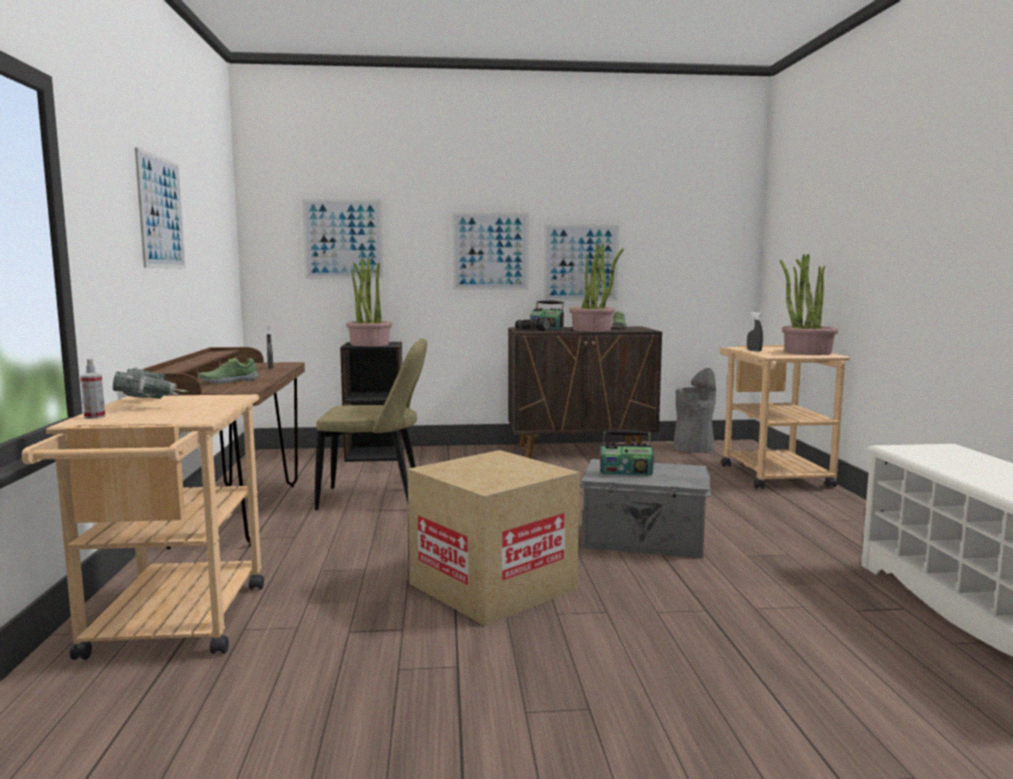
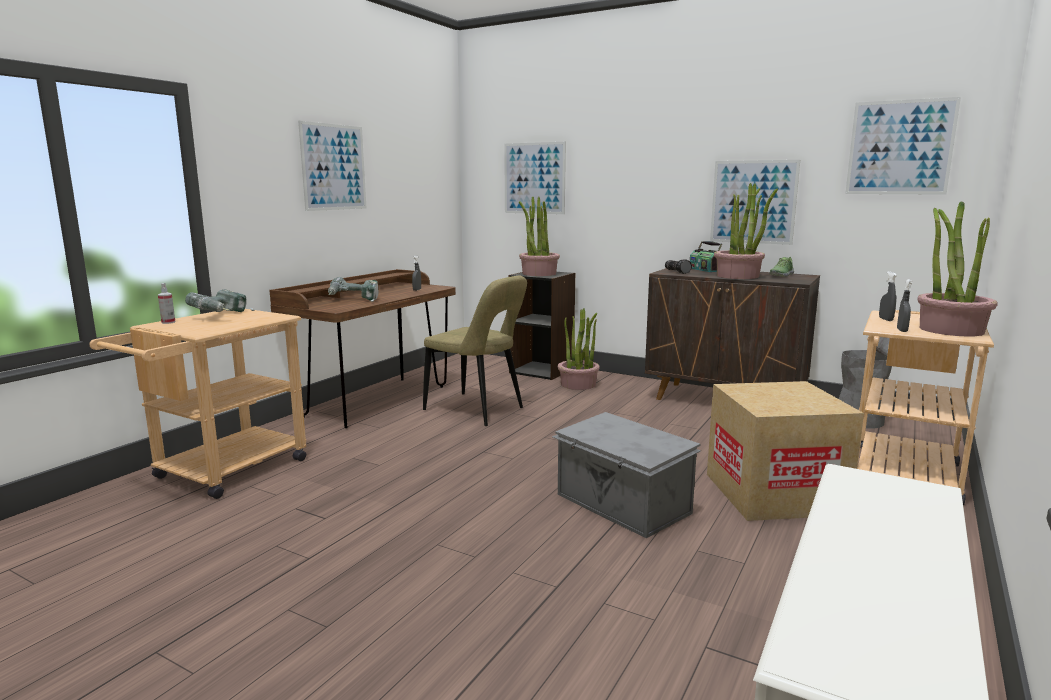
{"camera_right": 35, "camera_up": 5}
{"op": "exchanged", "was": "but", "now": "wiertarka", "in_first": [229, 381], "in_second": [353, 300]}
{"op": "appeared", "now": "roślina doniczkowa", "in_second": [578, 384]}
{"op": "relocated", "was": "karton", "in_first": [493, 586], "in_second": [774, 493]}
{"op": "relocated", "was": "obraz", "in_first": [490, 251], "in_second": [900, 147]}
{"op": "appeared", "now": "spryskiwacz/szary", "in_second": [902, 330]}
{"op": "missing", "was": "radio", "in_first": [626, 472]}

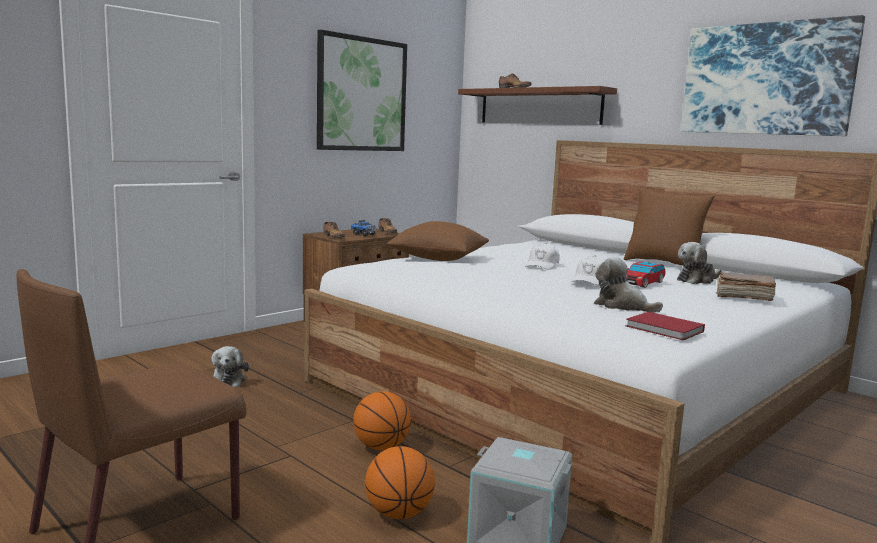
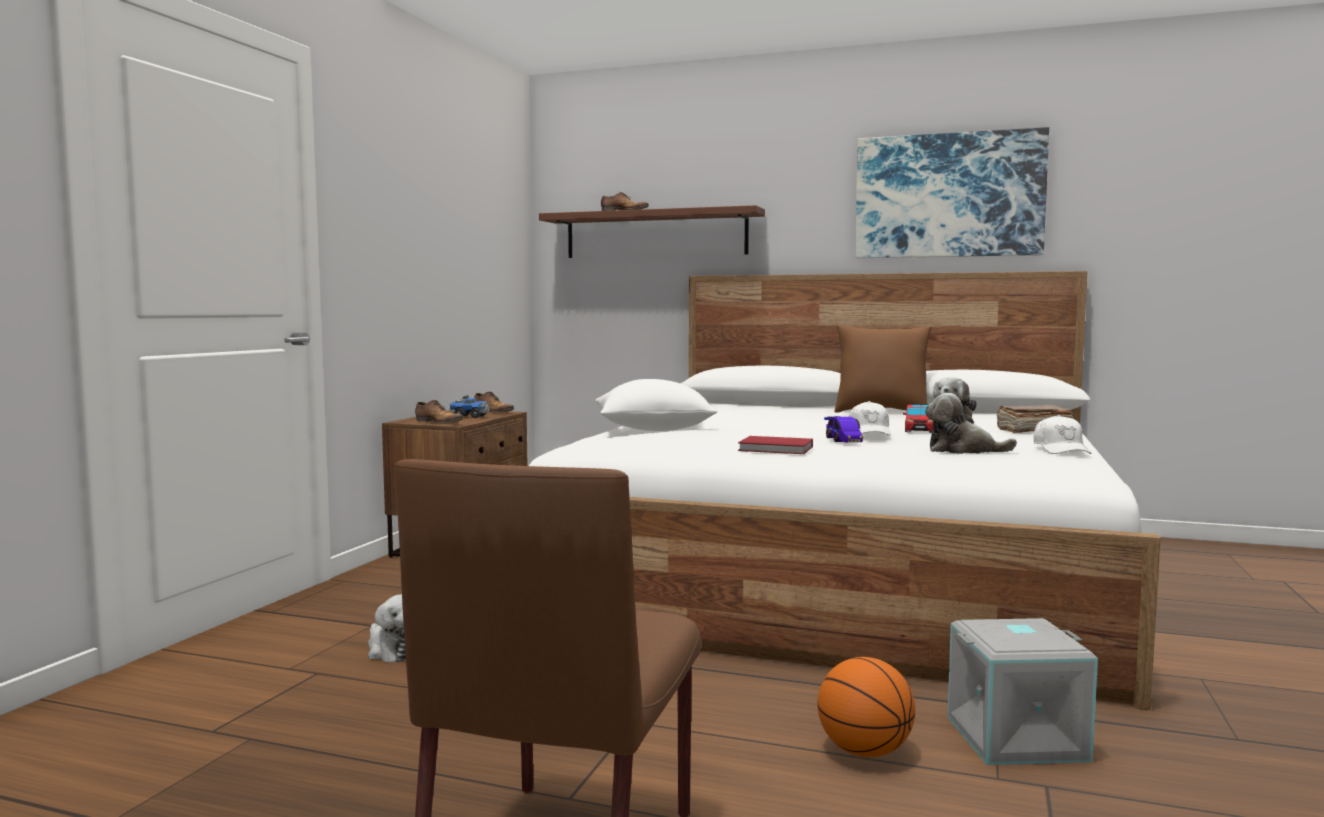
{"camera_right": -25, "camera_up": -5}
{"op": "colour", "was": "poduszka/brązowy", "now": "poduszka/biały", "in_first": [438, 259], "in_second": [653, 430]}
{"op": "relocated", "was": "książka/czerwony", "in_first": [665, 329], "in_second": [777, 449]}
{"op": "appeared", "now": "samochodzik", "in_second": [843, 440]}
{"op": "relocated", "was": "czapka z daszkiem/biały", "in_first": [542, 265], "in_second": [1061, 450]}
{"op": "missing", "was": "obraz", "in_first": [362, 94]}
{"op": "missing", "was": "piłka do koszykówki", "in_first": [381, 447]}

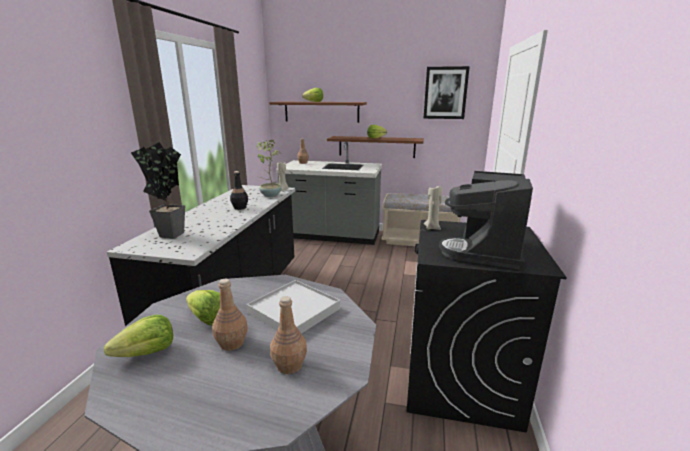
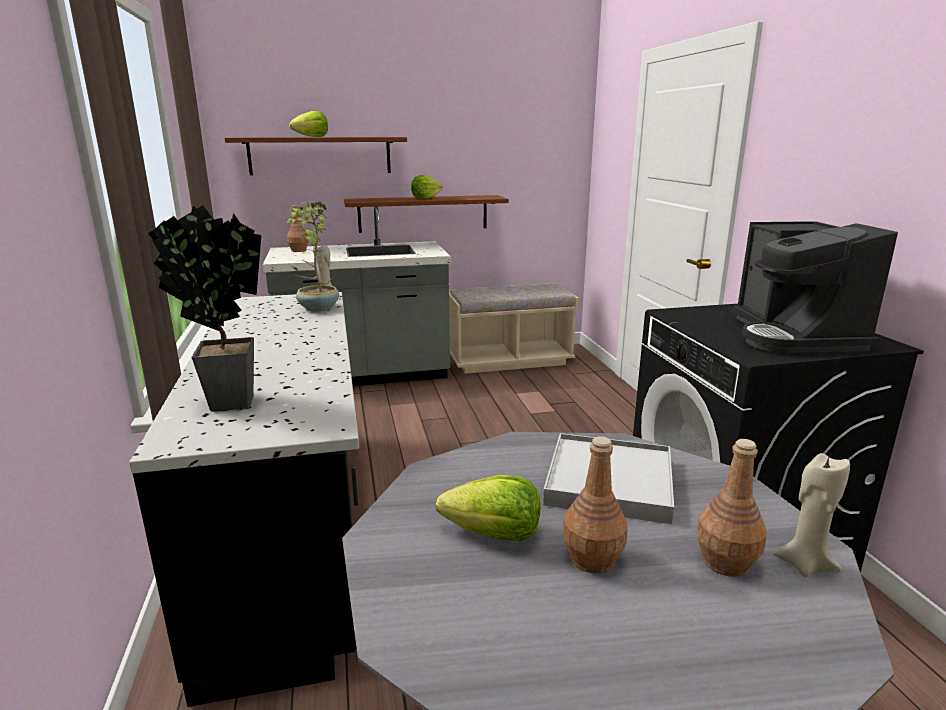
{"camera_right": -25, "camera_up": 0}
{"op": "relocated", "was": "świeca/beżowy", "in_first": [432, 228], "in_second": [804, 564]}
{"op": "missing", "was": "sałata", "in_first": [147, 353]}
{"op": "missing", "was": "butelka/czarny", "in_first": [240, 207]}
{"op": "missing", "was": "obraz", "in_first": [445, 93]}

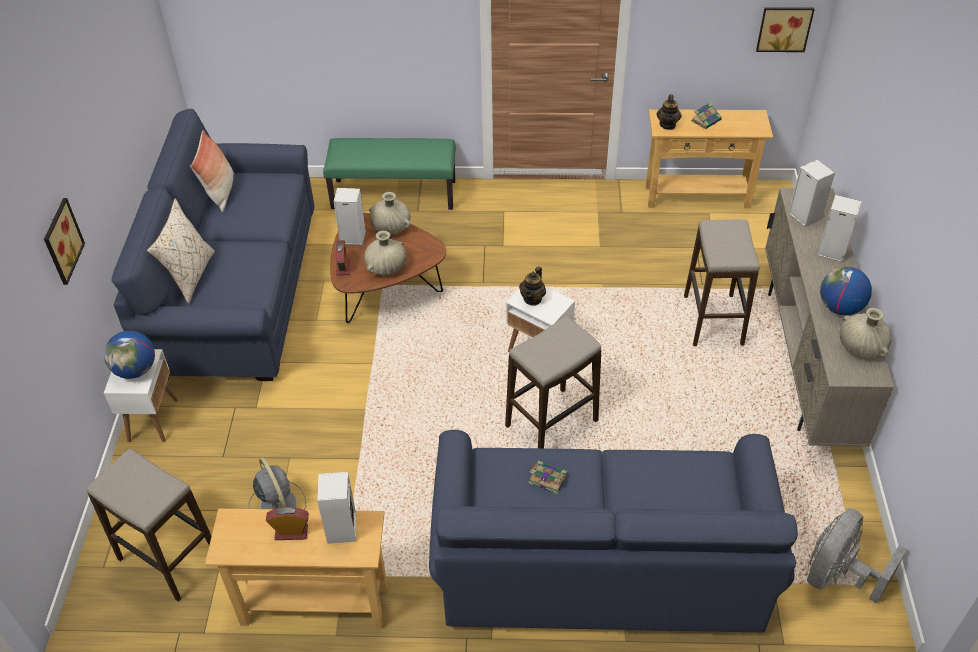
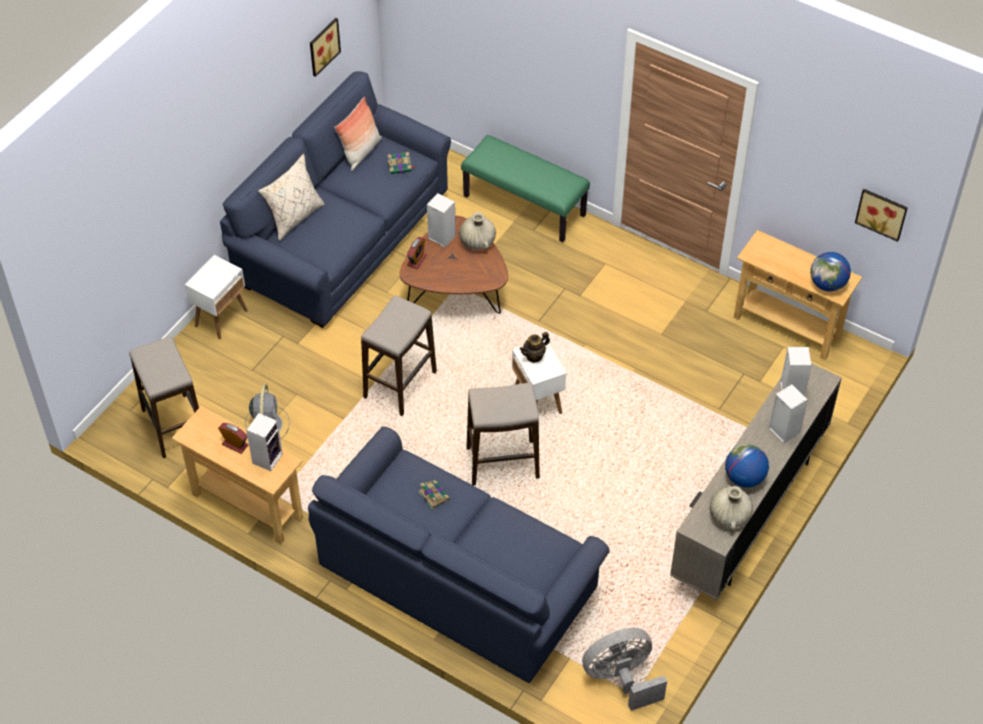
{"camera_right": 30, "camera_up": 5}
{"op": "relocated", "was": "obraz", "in_first": [60, 241], "in_second": [322, 46]}
{"op": "relocated", "was": "stołek", "in_first": [713, 320], "in_second": [400, 385]}
{"op": "relocated", "was": "książka", "in_first": [706, 120], "in_second": [400, 166]}
{"op": "relocated", "was": "globus", "in_first": [136, 370], "in_second": [827, 284]}
{"op": "missing", "was": "wazon/beżowy", "in_first": [386, 267]}
{"op": "missing", "was": "imbryk", "in_first": [667, 125]}

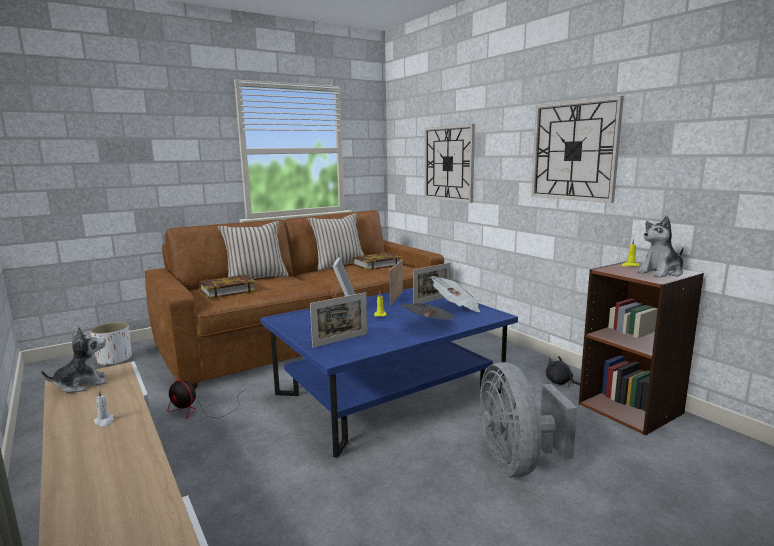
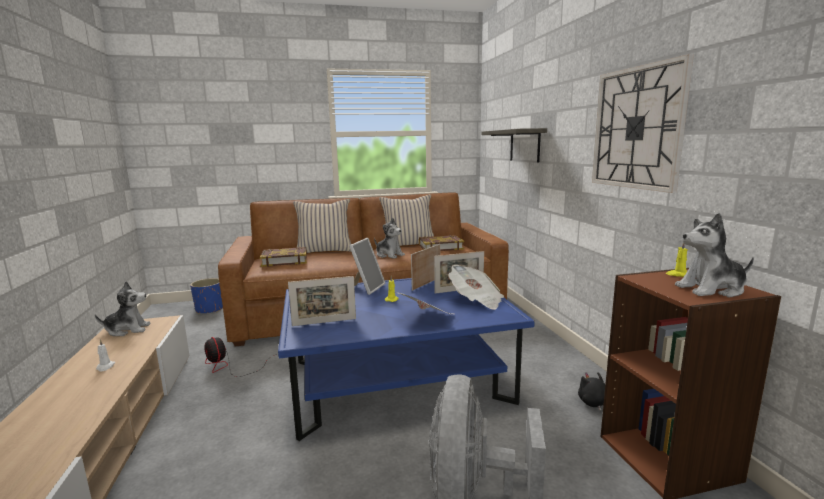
{"camera_right": 20, "camera_up": 0}
{"op": "colour", "was": "donica/biały", "now": "donica/niebieski", "in_first": [115, 359], "in_second": [210, 309]}
{"op": "appeared", "now": "pluszak", "in_second": [389, 255]}
{"op": "exchanged", "was": "zegar ścienny", "now": "półka", "in_first": [449, 163], "in_second": [525, 145]}

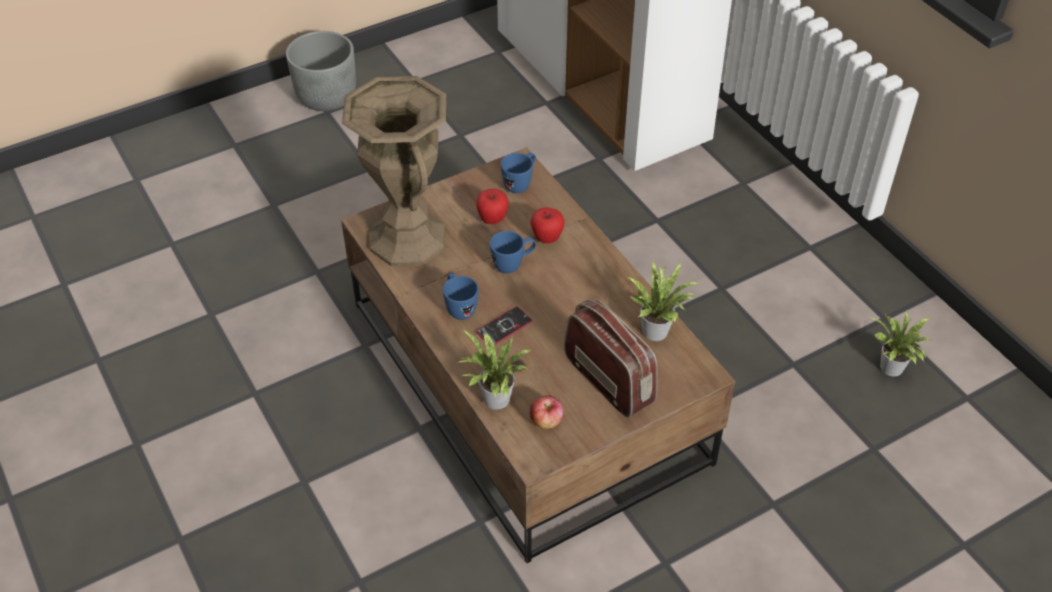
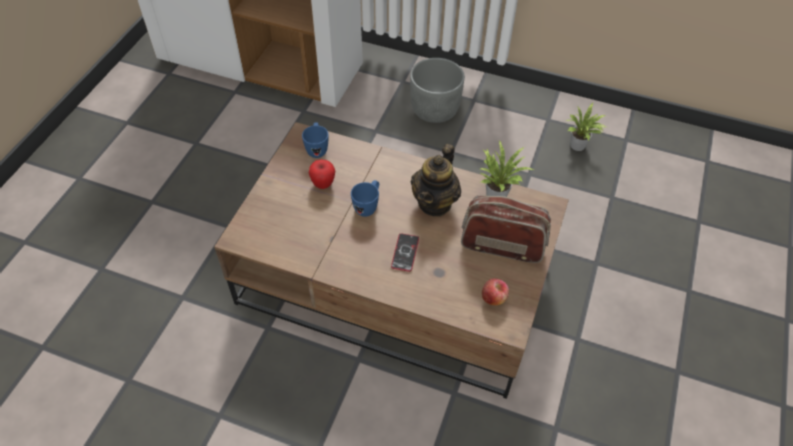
{"camera_right": -40, "camera_up": 5}
{"op": "relocated", "was": "donica/szary", "in_first": [326, 97], "in_second": [435, 110]}
{"op": "appeared", "now": "imbryk", "in_second": [435, 203]}
{"op": "missing", "was": "wazon/brązowy", "in_first": [407, 239]}
{"op": "missing", "was": "kubek/niebieski", "in_first": [459, 307]}
{"op": "missing", "was": "roślina doniczkowa", "in_first": [494, 401]}
{"op": "missing", "was": "jabłko", "in_first": [547, 238]}

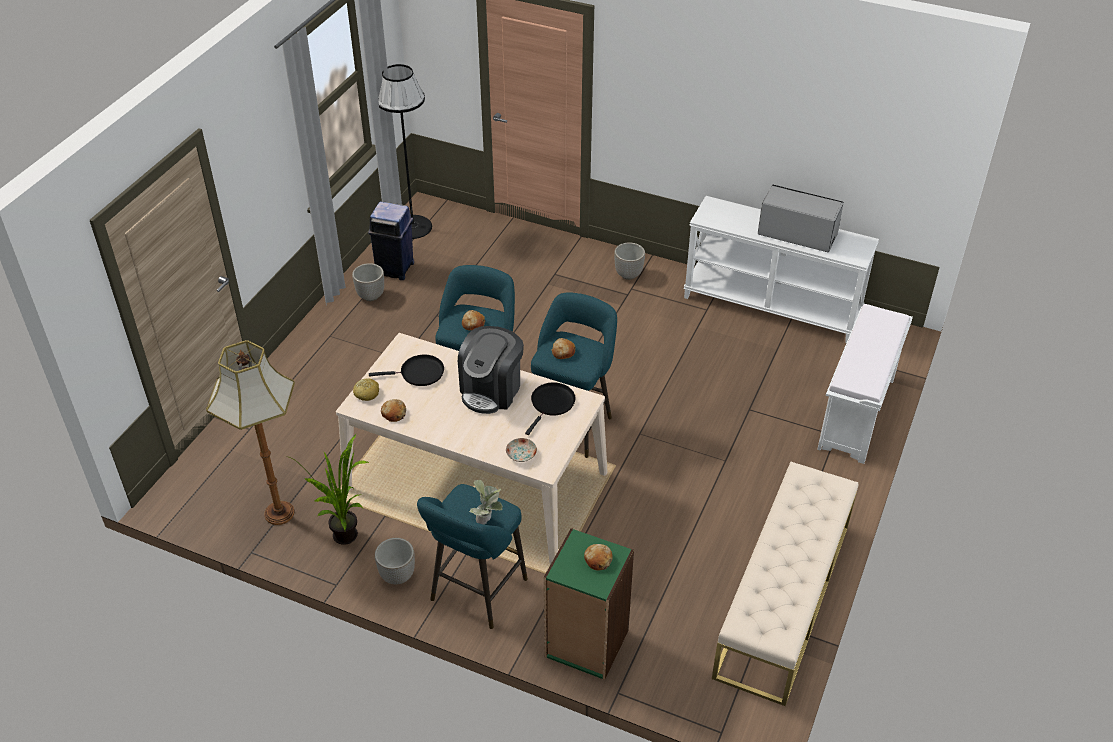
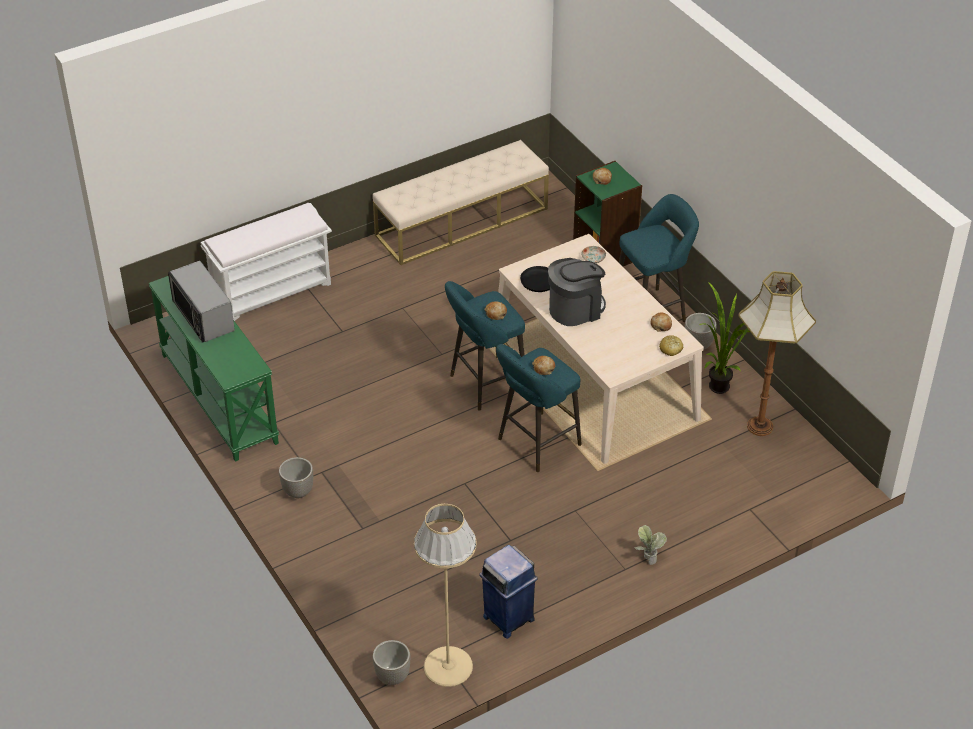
{"camera_right": -145, "camera_up": 0}
{"op": "colour", "was": "stolik konsolowy/biały", "now": "stolik konsolowy/zielony", "in_first": [772, 306], "in_second": [217, 398]}
{"op": "relocated", "was": "donica", "in_first": [371, 296], "in_second": [392, 677]}
{"op": "colour", "was": "lampa stojąca/czarny", "now": "lampa stojąca/beżowy", "in_first": [413, 227], "in_second": [447, 666]}
{"op": "relocated", "was": "roślina doniczkowa", "in_first": [487, 520], "in_second": [647, 558]}
{"op": "missing", "was": "patelnia/czarny", "in_first": [419, 373]}

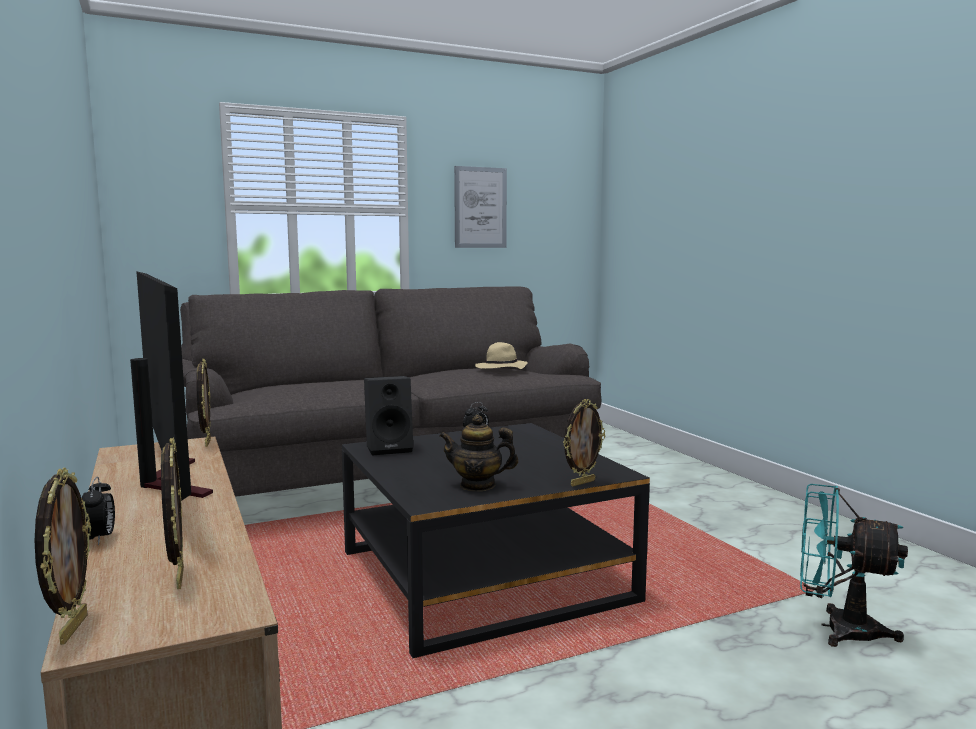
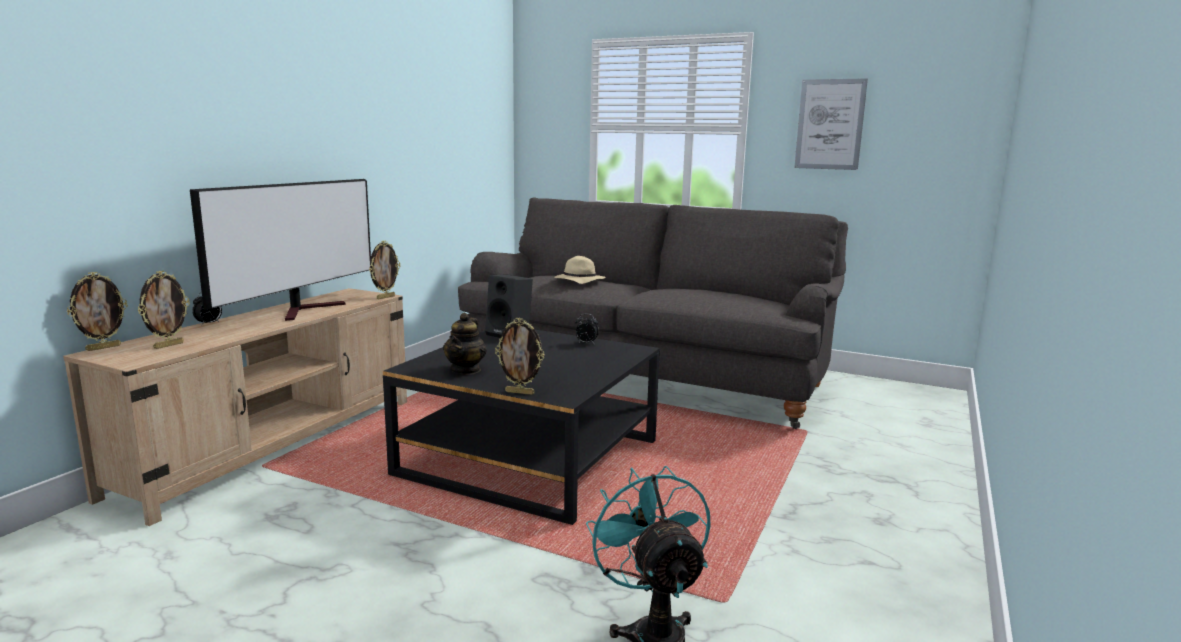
{"camera_right": 50, "camera_up": 5}
{"op": "spun", "was": "imbryk", "in_first": [478, 485], "in_second": [466, 370], "clockwise": -135}
{"op": "relocated", "was": "kapelusz/beżowy", "in_first": [500, 369], "in_second": [578, 281]}

